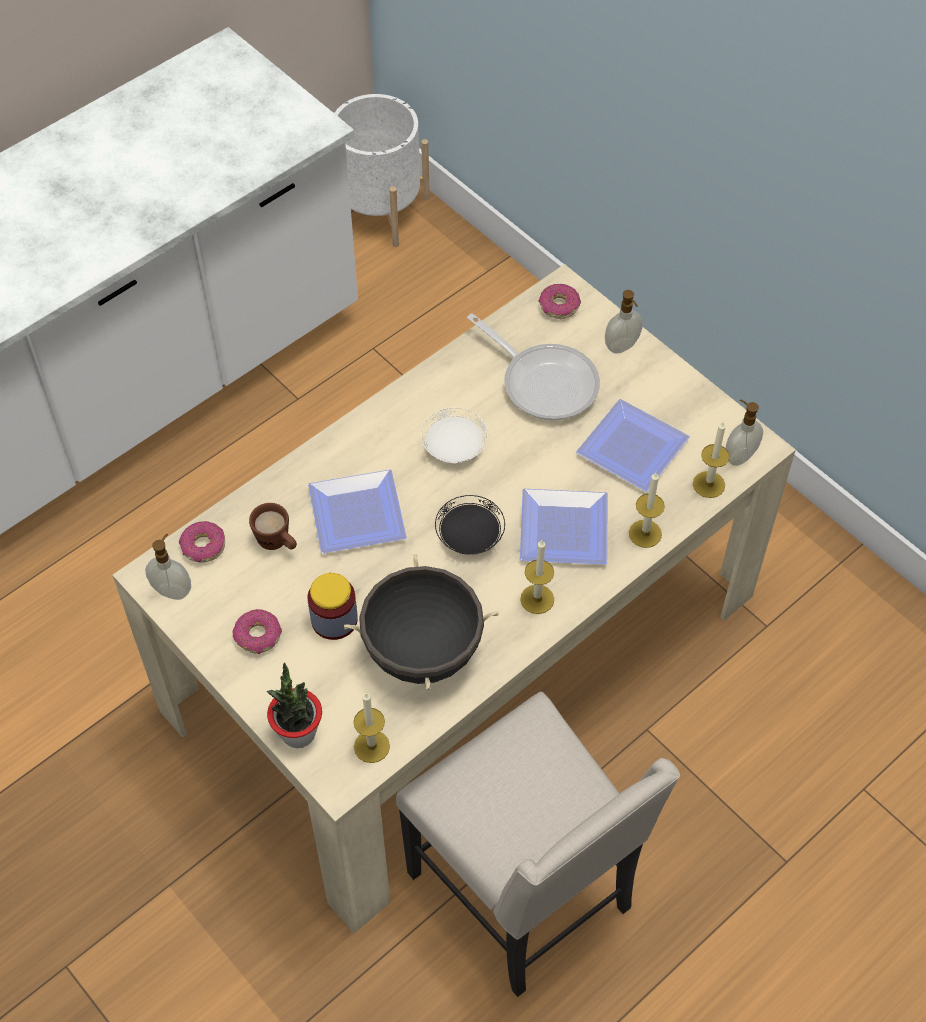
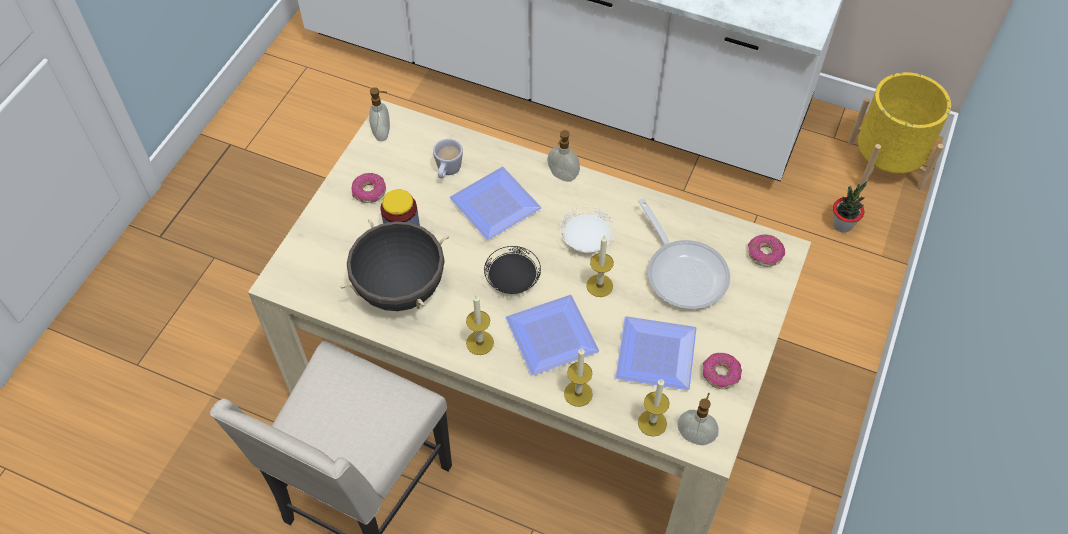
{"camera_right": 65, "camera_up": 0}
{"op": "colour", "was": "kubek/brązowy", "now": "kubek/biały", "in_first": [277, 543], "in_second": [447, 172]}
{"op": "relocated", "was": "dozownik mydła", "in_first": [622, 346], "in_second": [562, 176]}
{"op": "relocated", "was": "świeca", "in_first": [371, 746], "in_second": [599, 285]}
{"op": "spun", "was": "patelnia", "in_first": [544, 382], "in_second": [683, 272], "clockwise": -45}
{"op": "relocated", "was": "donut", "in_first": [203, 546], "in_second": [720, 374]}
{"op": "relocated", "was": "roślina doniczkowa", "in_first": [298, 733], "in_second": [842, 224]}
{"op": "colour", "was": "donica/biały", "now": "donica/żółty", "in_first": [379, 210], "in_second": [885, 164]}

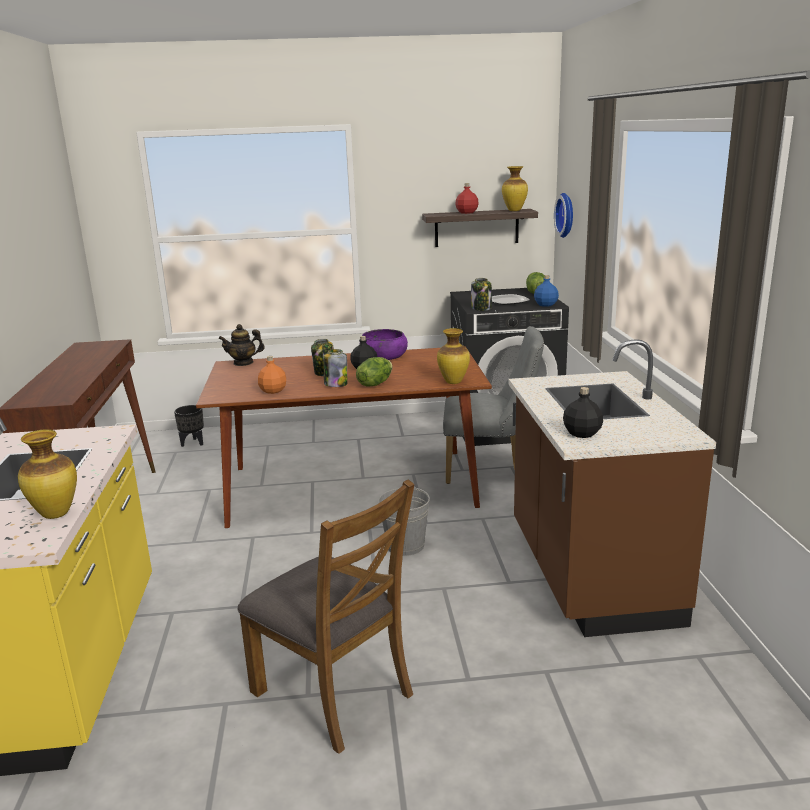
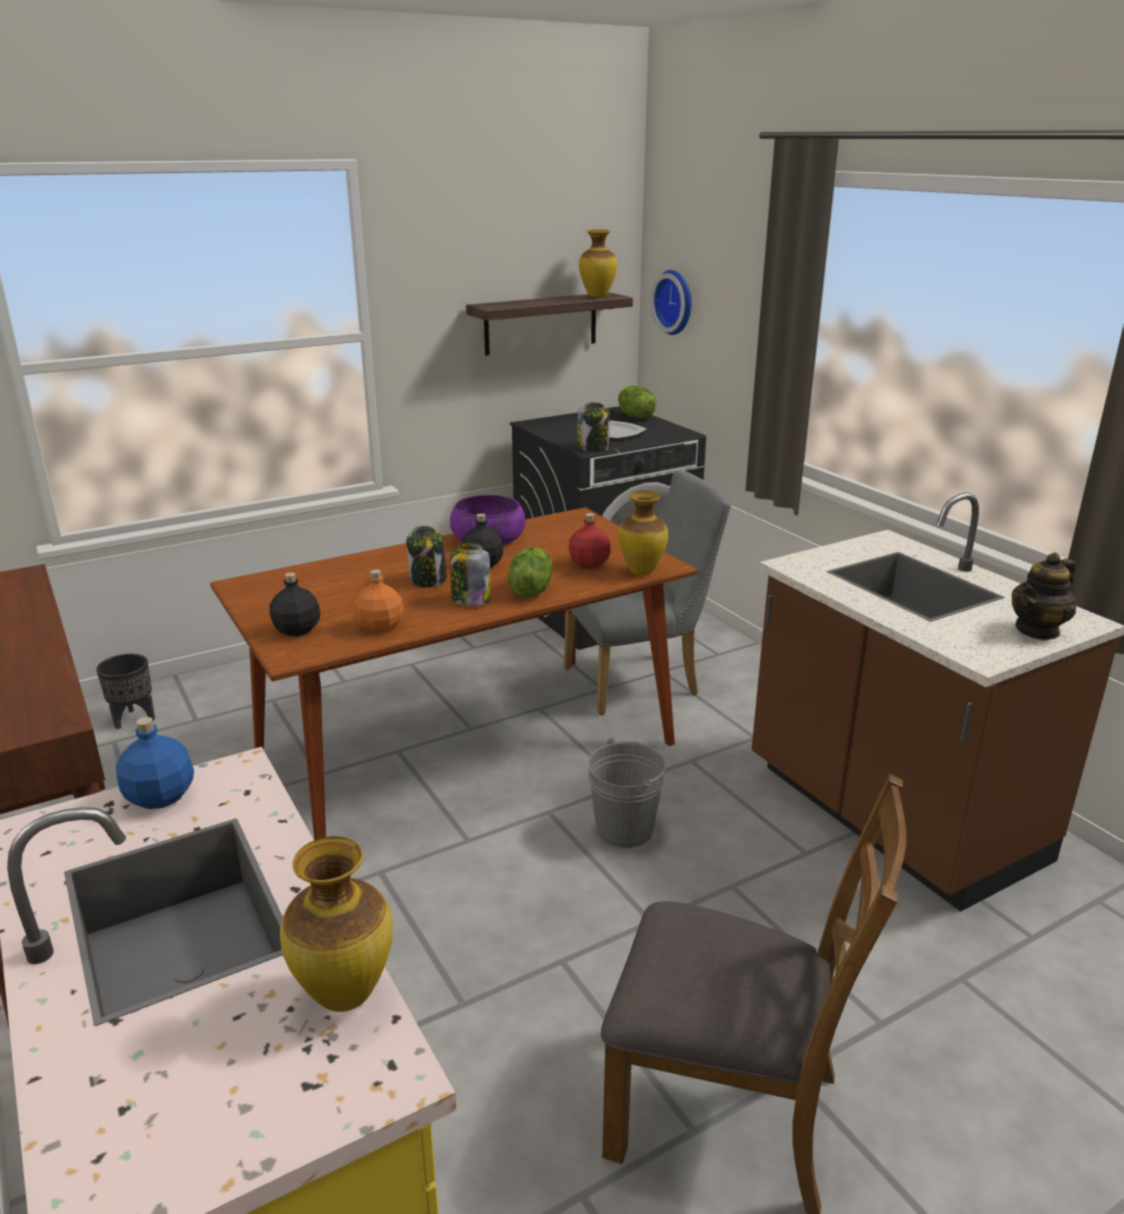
{"camera_right": -25, "camera_up": 5}
{"op": "relocated", "was": "butelka/niebieski", "in_first": [545, 305], "in_second": [160, 796]}
{"op": "relocated", "was": "butelka/czarny", "in_first": [582, 434], "in_second": [297, 630]}
{"op": "relocated", "was": "butelka/czerwony", "in_first": [466, 212], "in_second": [589, 564]}
{"op": "relocated", "was": "imbryk", "in_first": [243, 363], "in_second": [1037, 630]}

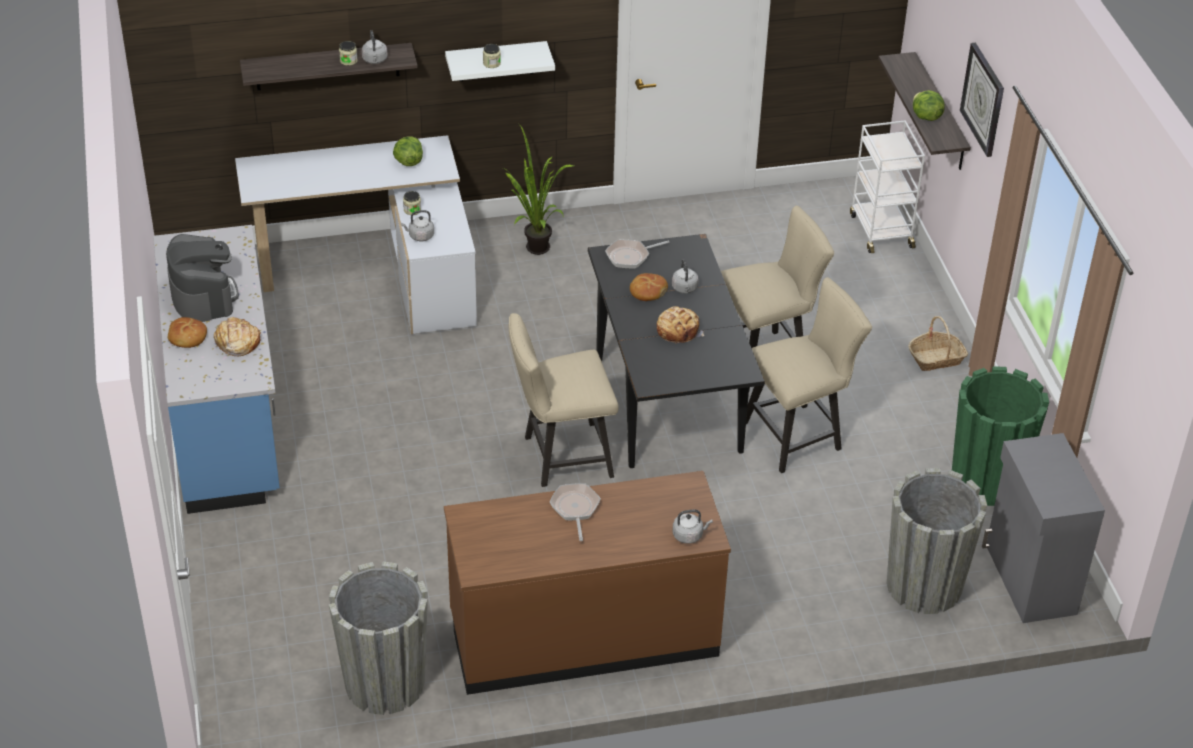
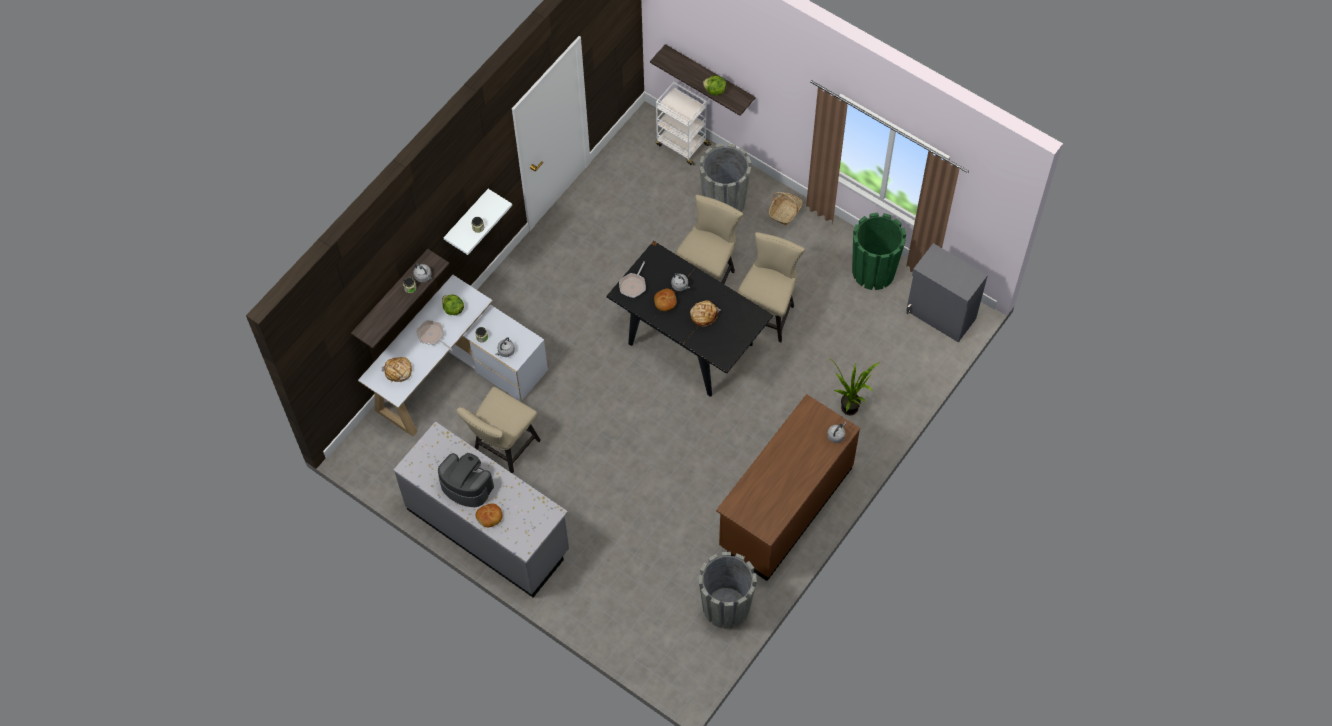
{"camera_right": -40, "camera_up": 20}
{"op": "relocated", "was": "chleb", "in_first": [237, 343], "in_second": [398, 371]}
{"op": "colour", "was": "zabudowa kuchenna/niebieski", "now": "zabudowa kuchenna/szary", "in_first": [227, 421], "in_second": [488, 529]}
{"op": "relocated", "was": "patelnia", "in_first": [575, 509], "in_second": [432, 336]}
{"op": "relocated", "was": "krzesło/beżowy", "in_first": [561, 457], "in_second": [503, 448]}
{"op": "relocated", "was": "donica/szary", "in_first": [924, 586], "in_second": [724, 202]}
{"op": "relocated", "was": "roślina doniczkowa", "in_first": [534, 251], "in_second": [849, 412]}
{"op": "missing", "was": "zegar ścienny", "in_first": [983, 99]}

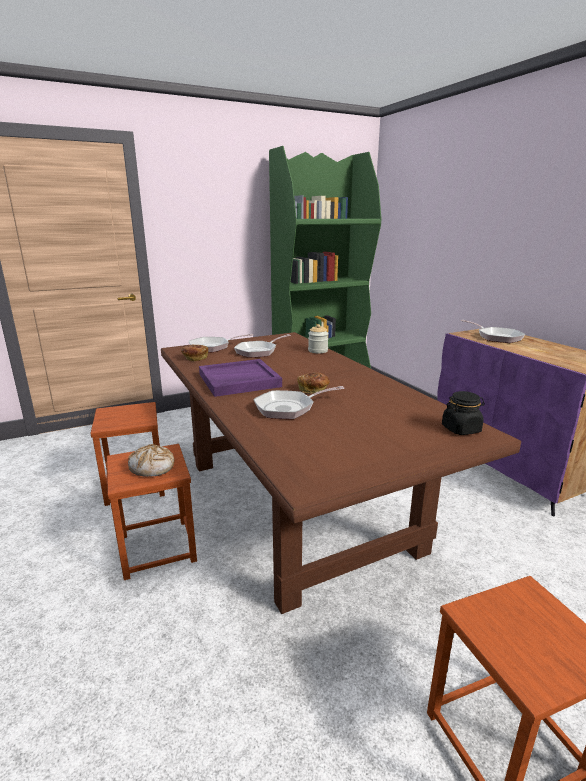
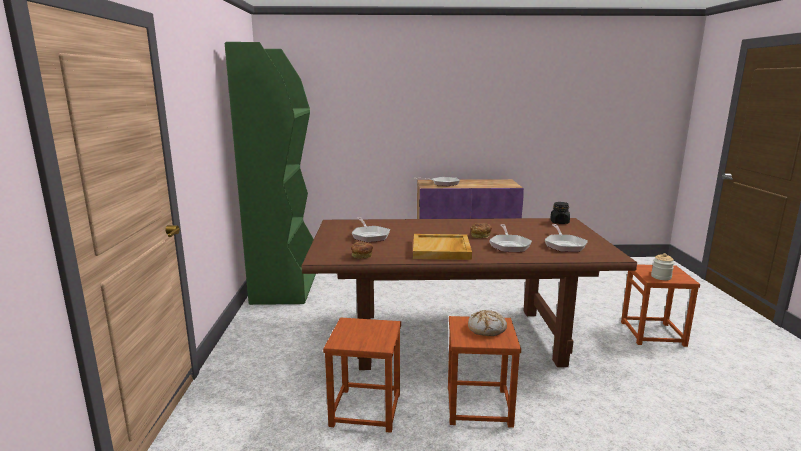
{"camera_right": -65, "camera_up": -5}
{"op": "colour", "was": "taca/fioletowy", "now": "taca/beżowy", "in_first": [238, 380], "in_second": [441, 250]}
{"op": "relocated", "was": "patelnia", "in_first": [213, 347], "in_second": [564, 245]}
{"op": "relocated", "was": "słoik", "in_first": [318, 351], "in_second": [661, 277]}

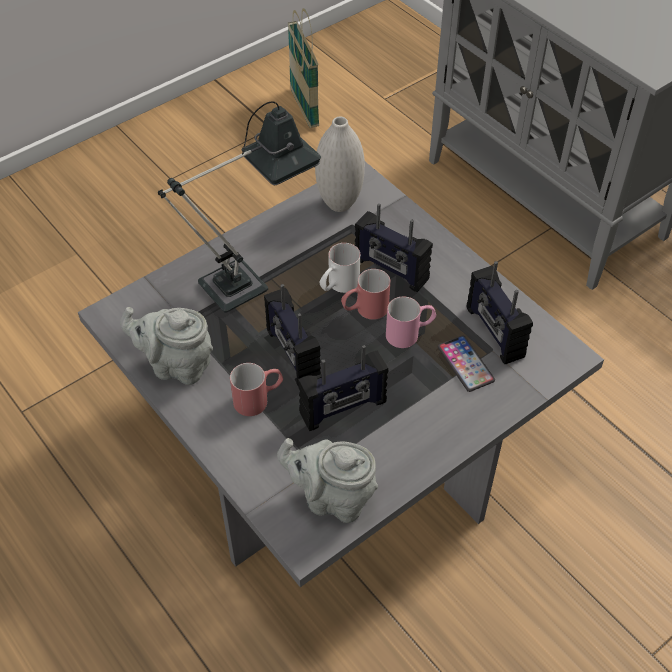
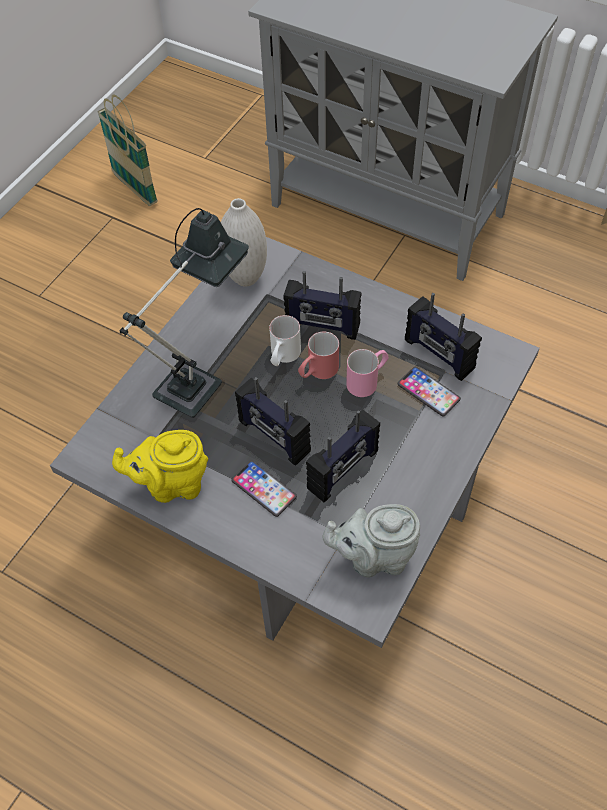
{"camera_right": -20, "camera_up": 5}
{"op": "colour", "was": "imbryk/szary", "now": "imbryk/żółty", "in_first": [176, 365], "in_second": [172, 484]}
{"op": "exchanged", "was": "kubek/czerwony", "now": "telefon", "in_first": [259, 399], "in_second": [264, 489]}

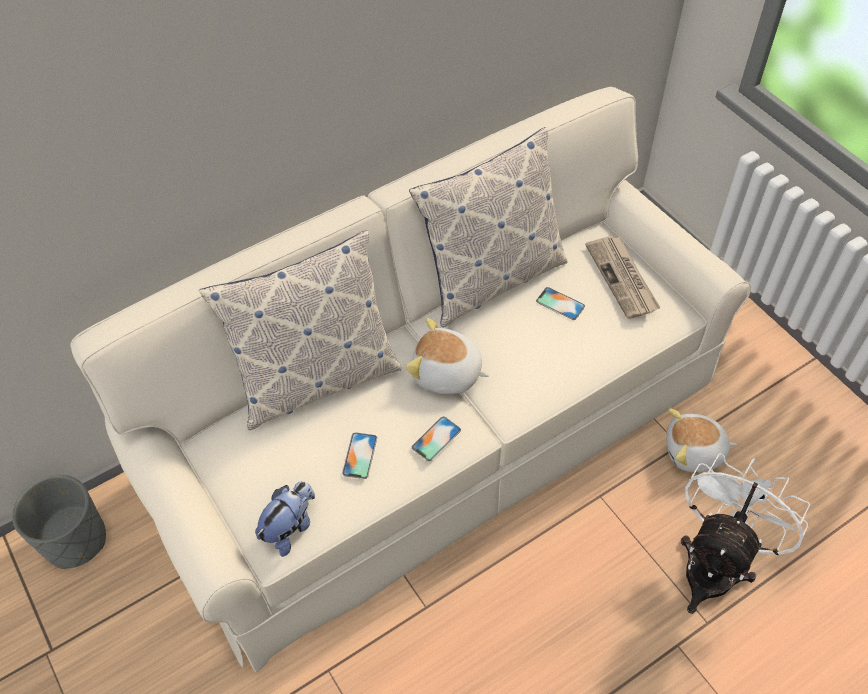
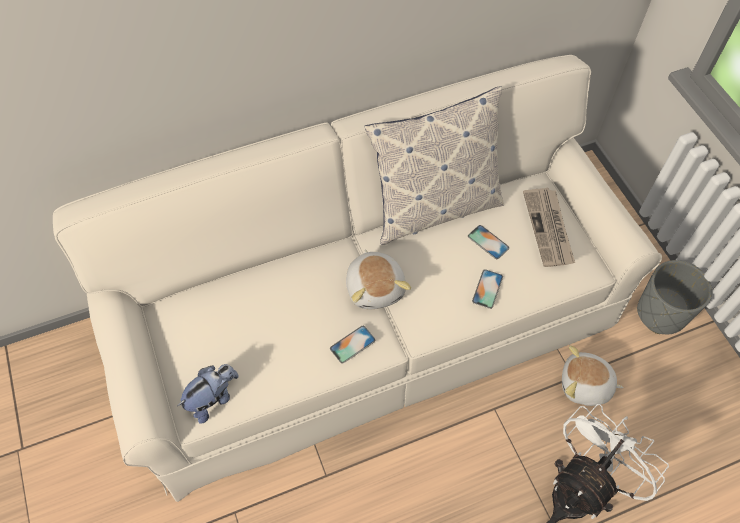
{"camera_right": 10, "camera_up": 5}
{"op": "spun", "was": "pluszak", "in_first": [447, 374], "in_second": [376, 287], "clockwise": -135}
{"op": "relocated", "was": "telefon", "in_first": [360, 455], "in_second": [487, 289]}
{"op": "relocated", "was": "donica/szary", "in_first": [75, 540], "in_second": [661, 313]}
{"op": "missing", "was": "poduszka", "in_first": [316, 379]}

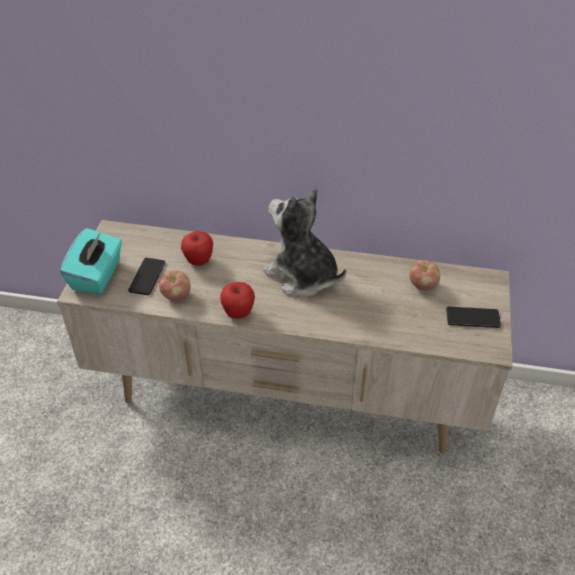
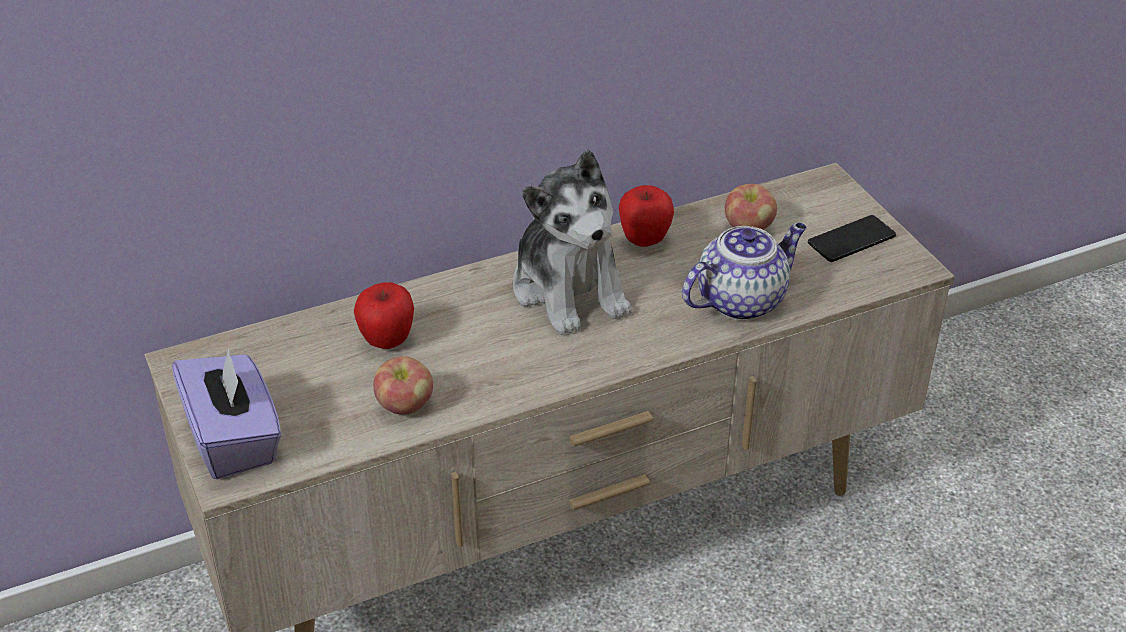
{"camera_right": -35, "camera_up": -5}
{"op": "colour", "was": "pudełko chusteczek/turkusowy", "now": "pudełko chusteczek/fioletowy", "in_first": [97, 275], "in_second": [234, 439]}
{"op": "spun", "was": "pluszak", "in_first": [302, 275], "in_second": [569, 289], "clockwise": -120}
{"op": "relocated", "was": "jabłko", "in_first": [238, 313], "in_second": [644, 240]}
{"op": "appeared", "now": "imbryk", "in_second": [741, 300]}
{"op": "missing", "was": "telefon", "in_first": [147, 277]}

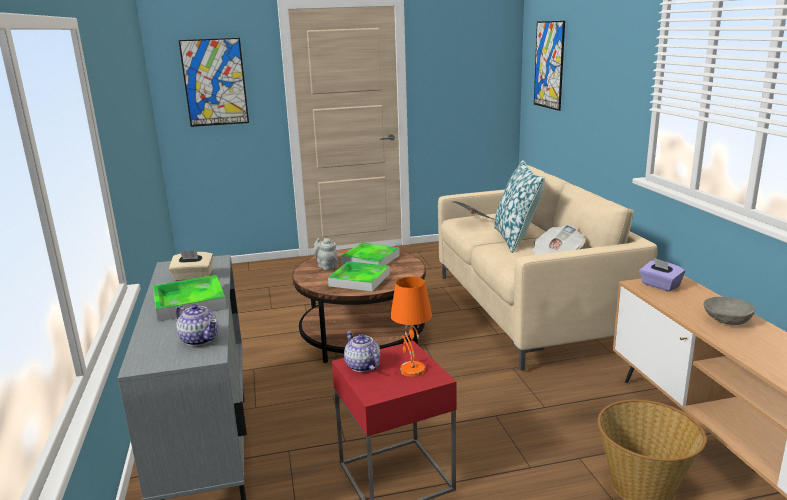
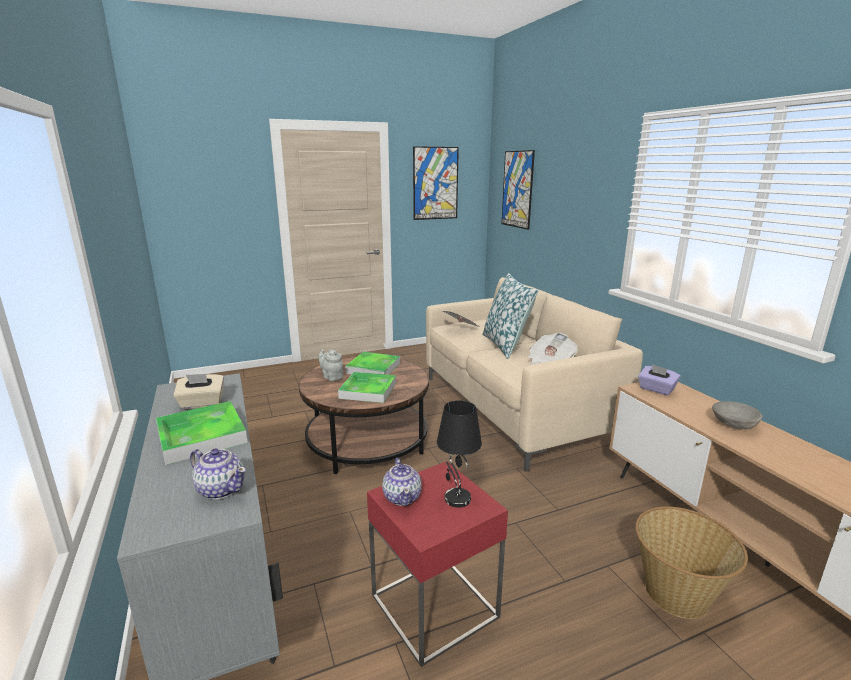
{"camera_right": -10, "camera_up": 0}
{"op": "spun", "was": "imbryk", "in_first": [362, 366], "in_second": [402, 497], "clockwise": -150}
{"op": "relocated", "was": "obraz", "in_first": [214, 82], "in_second": [435, 183]}
{"op": "colour", "was": "lampa stołowa/pomarańczowy", "now": "lampa stołowa/czarny", "in_first": [411, 370], "in_second": [456, 498]}

